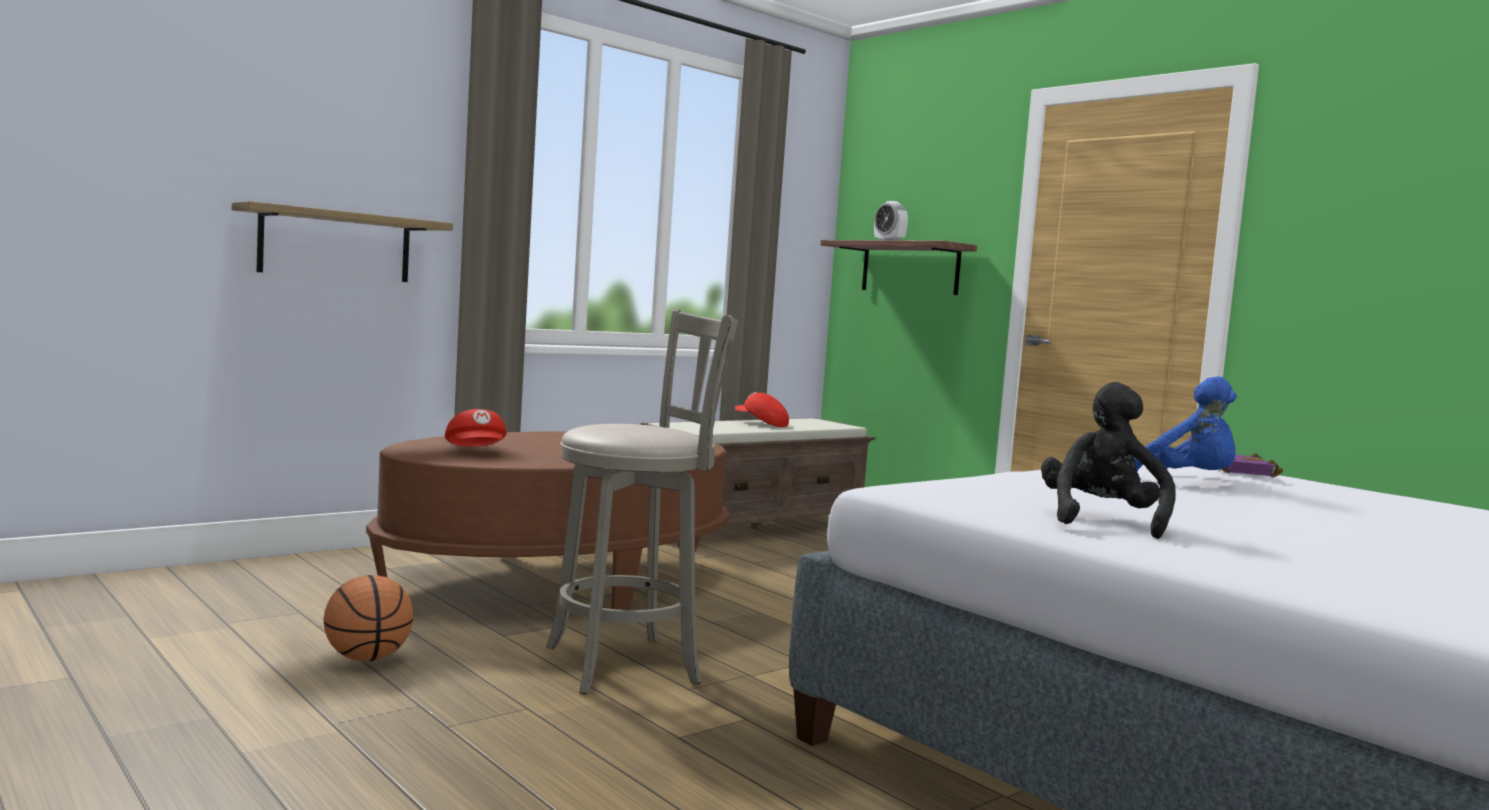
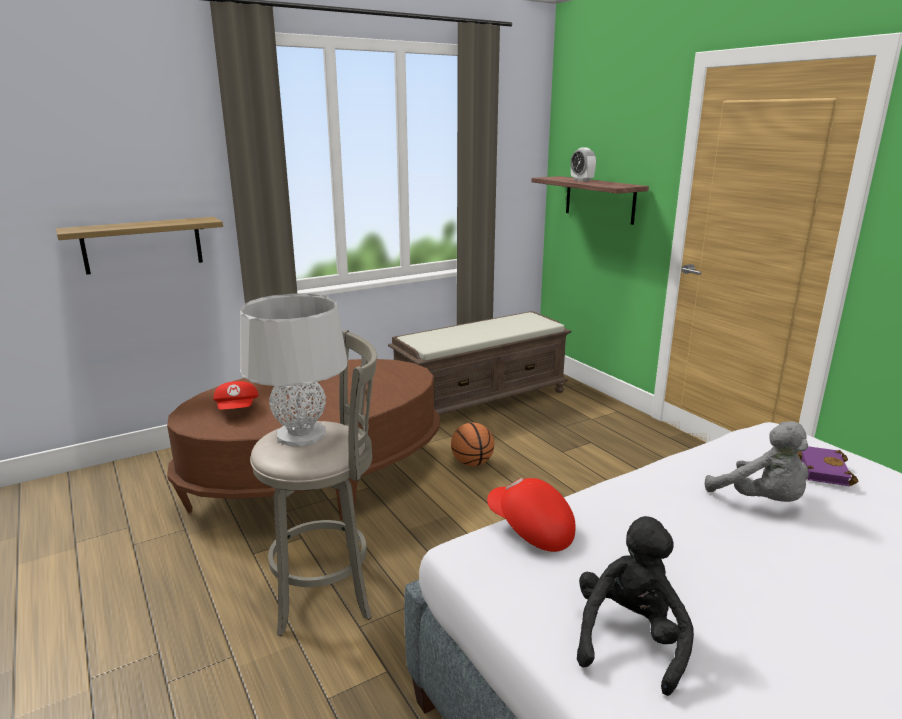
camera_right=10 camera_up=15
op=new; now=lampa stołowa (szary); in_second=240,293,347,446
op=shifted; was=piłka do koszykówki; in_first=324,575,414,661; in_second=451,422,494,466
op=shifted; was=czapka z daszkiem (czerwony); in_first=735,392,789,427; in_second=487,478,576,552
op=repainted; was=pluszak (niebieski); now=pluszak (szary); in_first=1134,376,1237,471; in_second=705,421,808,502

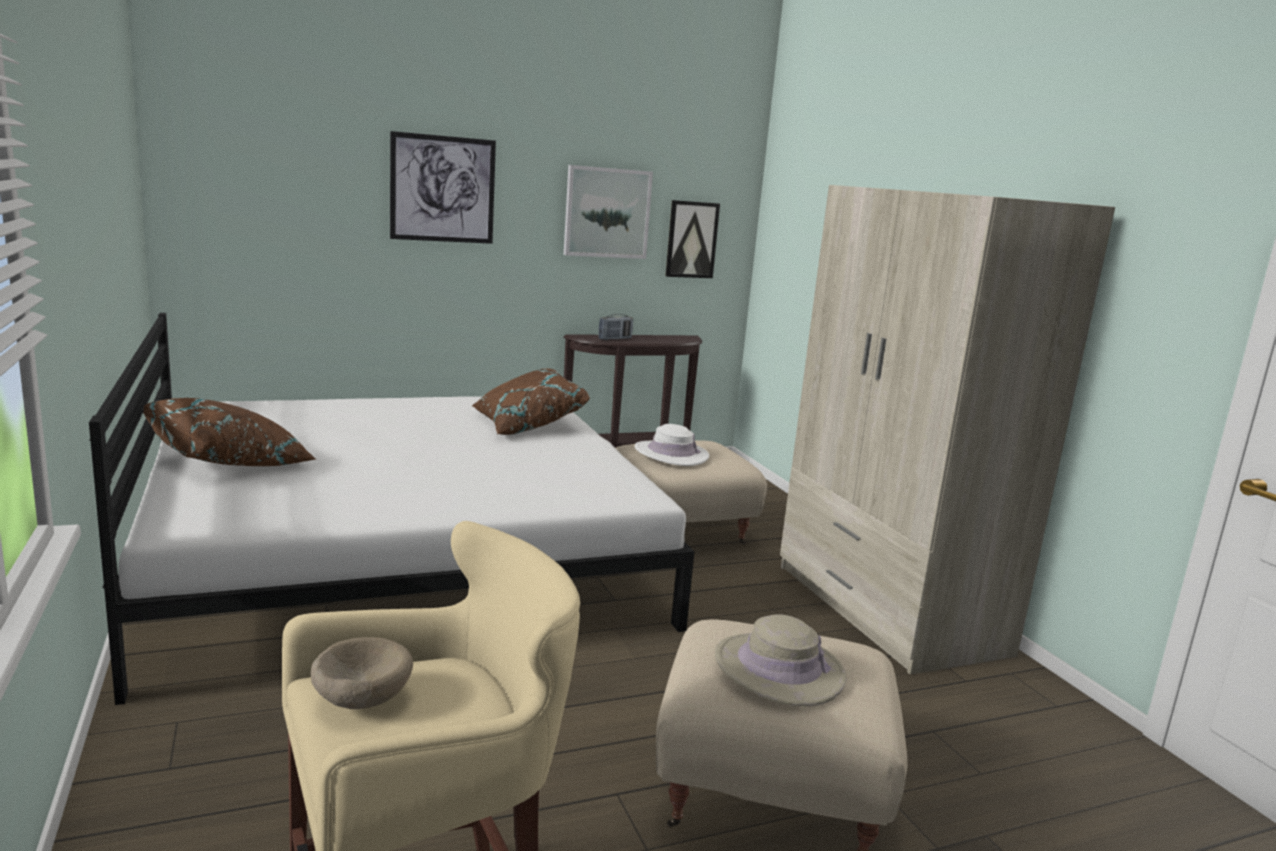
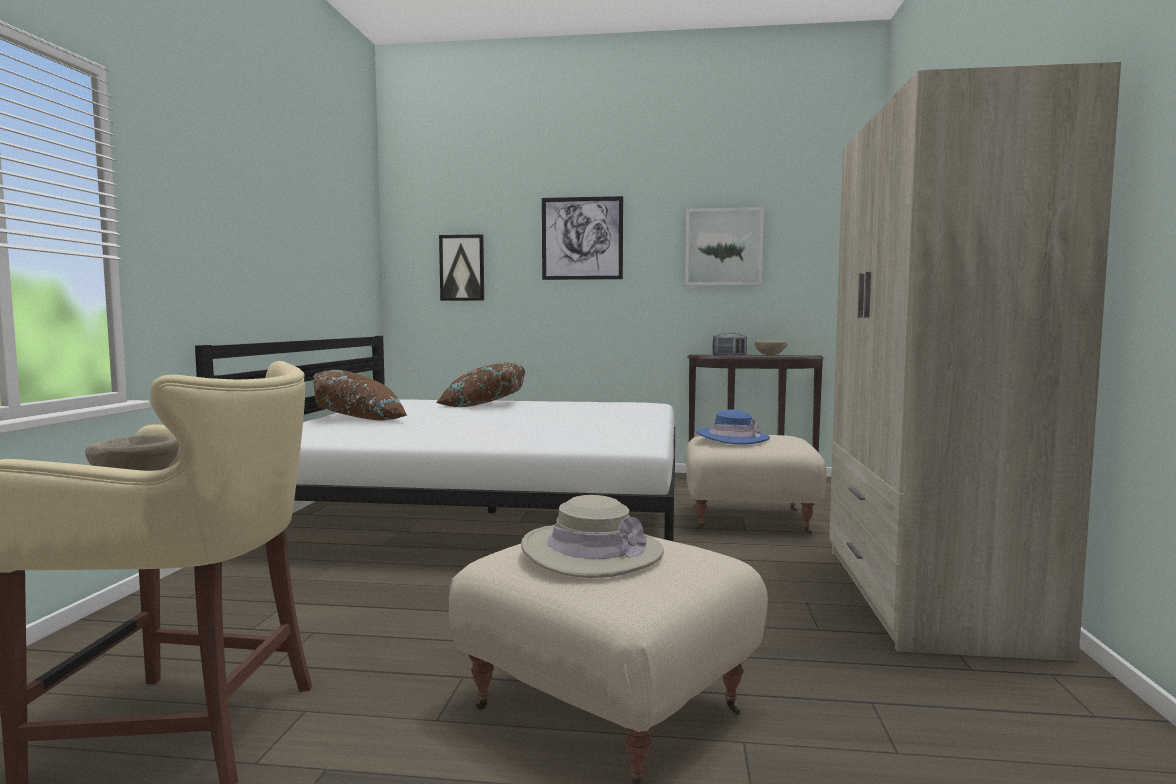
camera_right=30 camera_up=-10
op=new; now=miska (beżowy); in_second=755,340,788,356
op=shifted; was=poduszka (brązowy); in_first=472,369,590,435; in_second=436,362,525,407
op=shifted; was=obraz; in_first=665,200,720,278; in_second=439,234,484,301
op=repainted; was=kapelusz (biały); now=kapelusz (niebieski); in_first=635,424,709,466; in_second=696,410,770,445

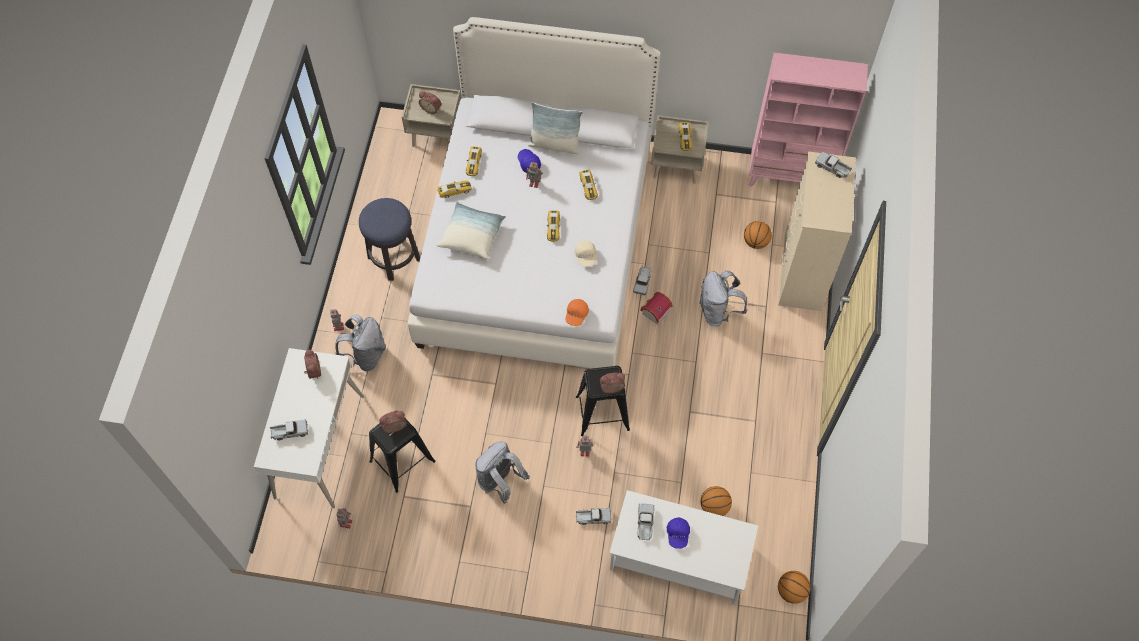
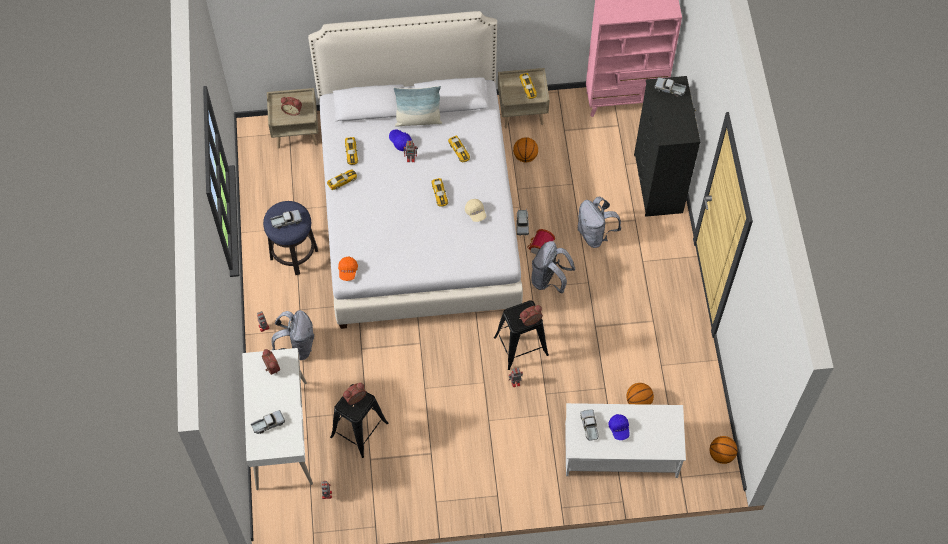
camera_right=-15 camera_up=0
op=gone; was=poduszka; in_first=436,202,506,260
op=shifted; was=plecak (szary); in_first=475,441,530,504; in_second=531,241,575,294
op=shifted; was=czapka z daszkiem (pomarańczowy); in_first=565,299,589,326; in_second=338,256,358,281
op=shifted; was=ciężarówka zabawkowa; in_first=576,508,611,525; in_second=270,210,302,229
op=shifted; was=piłka do koszykówki; in_first=744,221,772,249; in_second=513,137,538,162
op=repainted; was=komoda (beżowy); now=komoda (czarny); in_first=778,151,857,311; in_second=634,76,700,217

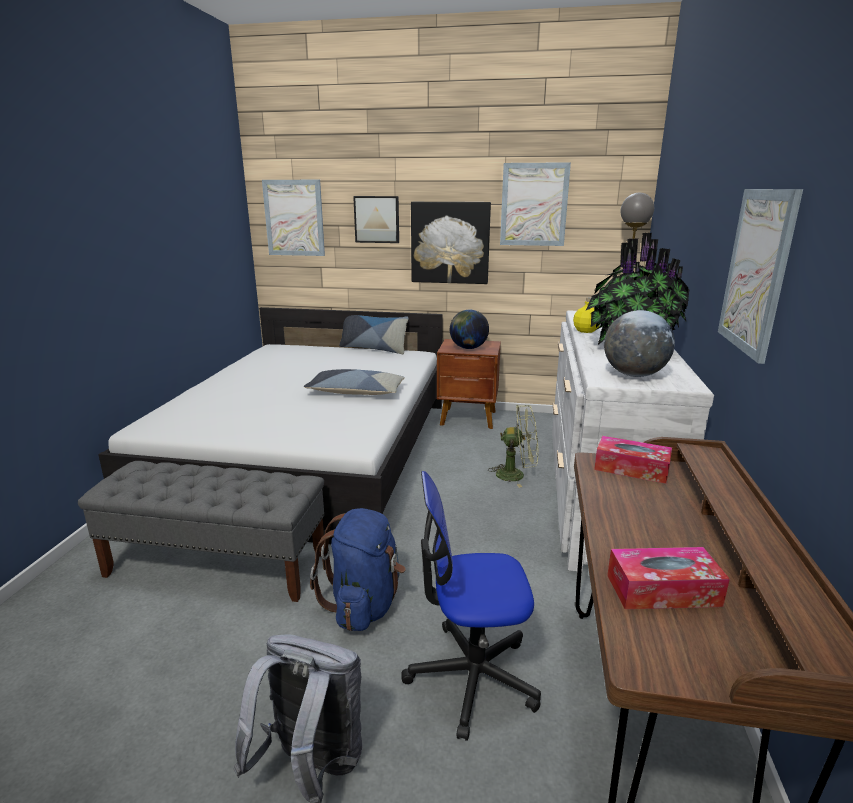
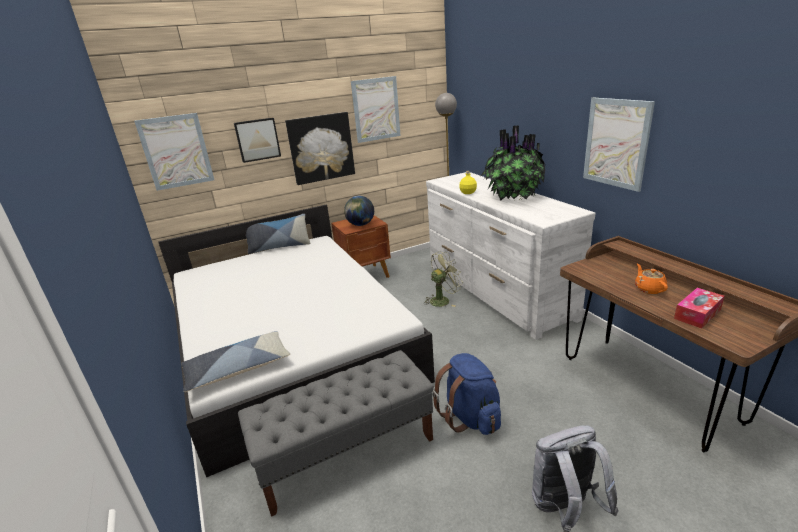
camera_right=-35 camera_up=5
op=gone; was=krzesło biurowe; in_first=401,471,541,741
op=gone; was=pudełko chusteczek; in_first=594,436,672,484
op=gone; was=globus; in_first=604,310,675,377
op=new; now=imbryk (pomarańczowy); in_second=635,264,668,294
op=shifted; was=poduszka; in_first=304,369,405,395; in_second=181,331,290,392

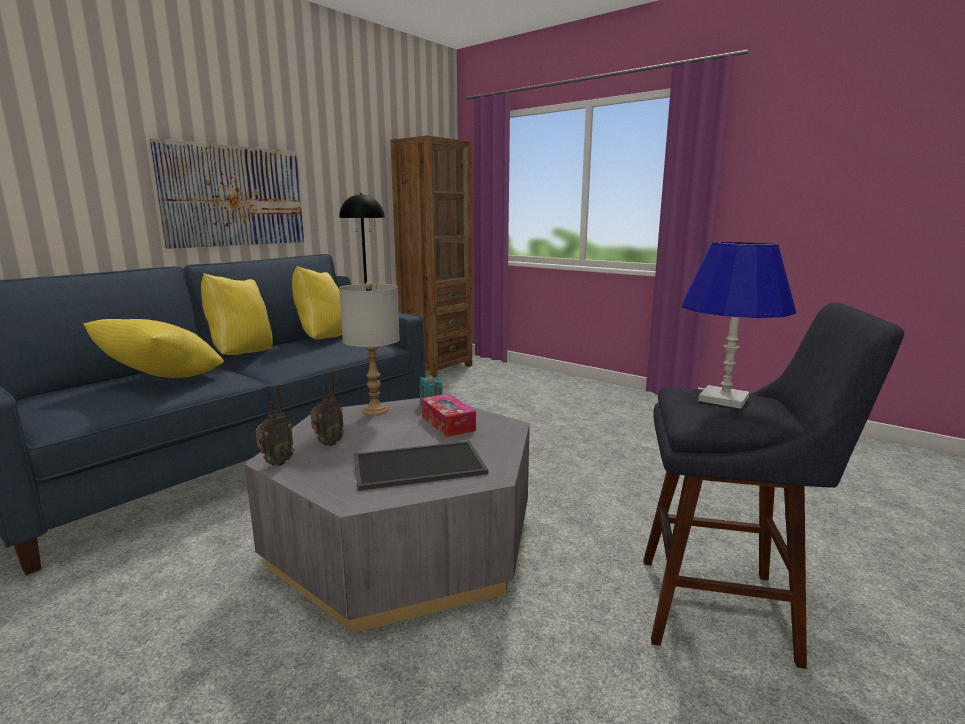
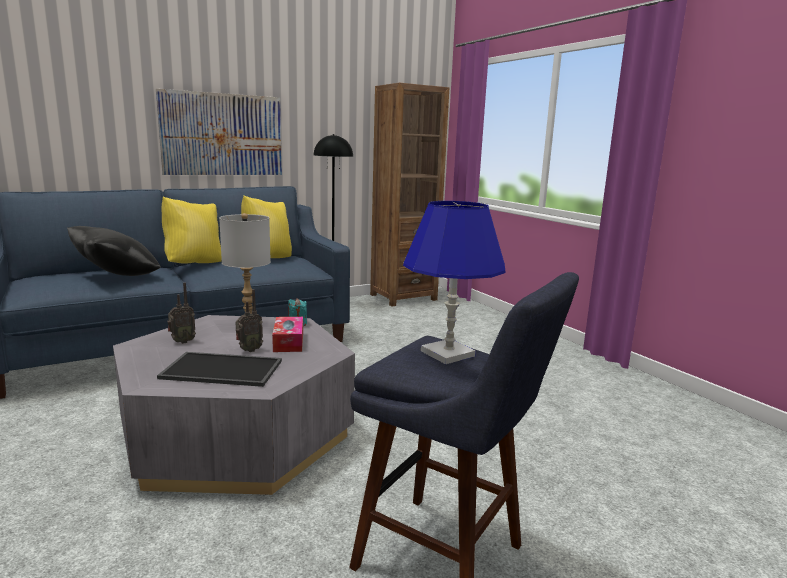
camera_right=20 camera_up=0
op=shifted; was=radio; in_first=256,384,294,466; in_second=235,289,263,352
op=repainted; was=poduszka (żółty); now=poduszka (czarny); in_first=83,319,224,378; in_second=67,226,161,276

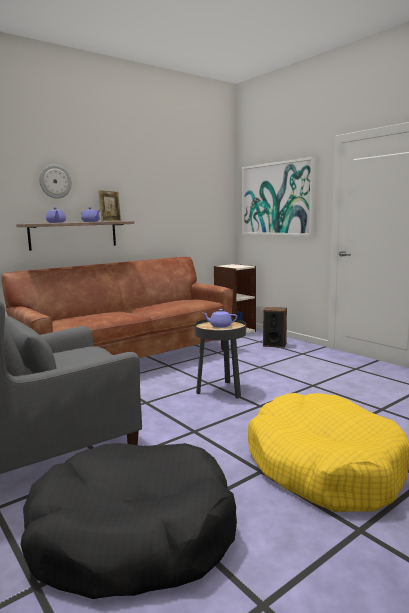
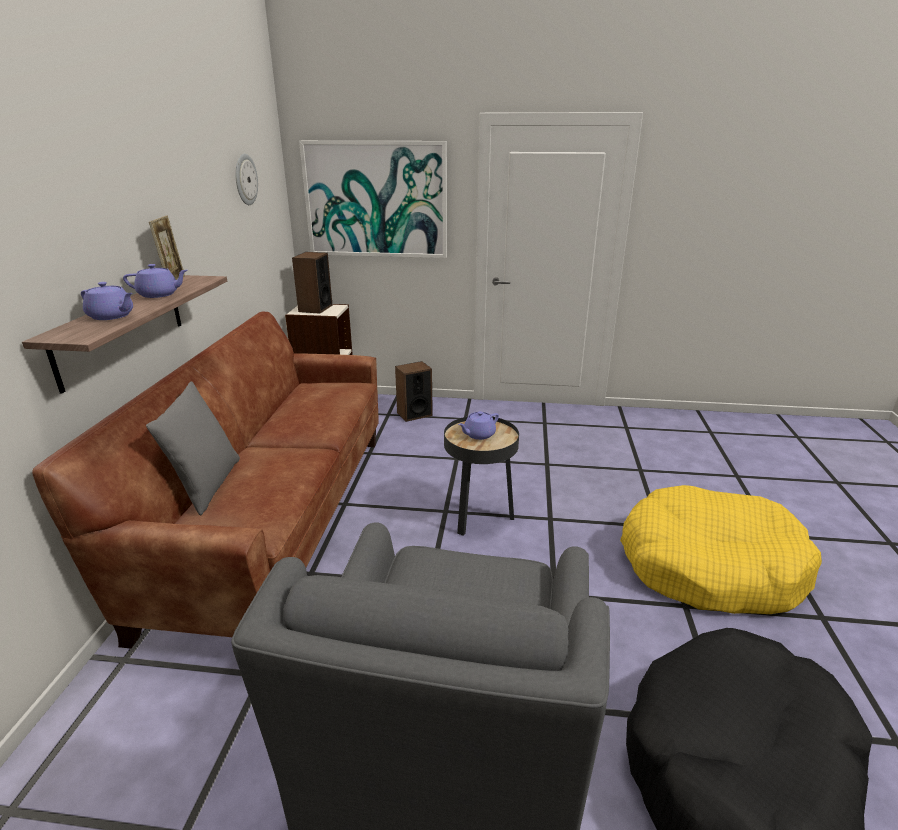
camera_right=-45 camera_up=15
op=new; now=poduszka (szary); in_second=146,381,240,515
op=new; now=głośnik; in_second=292,252,332,314
op=shifted; was=zegar ścienny; in_first=39,165,72,199; in_second=236,154,258,205

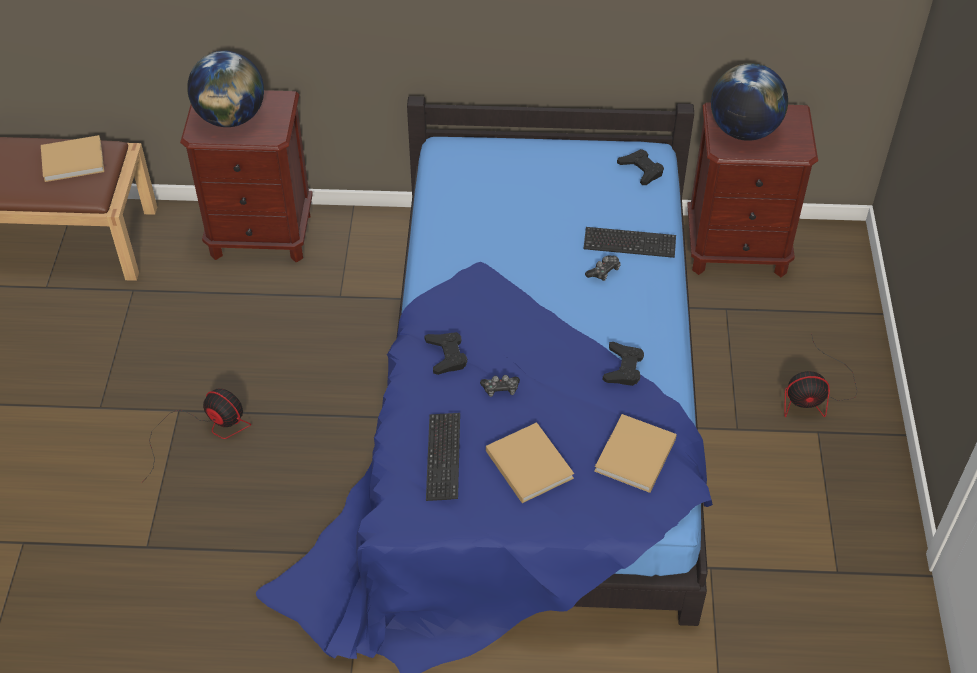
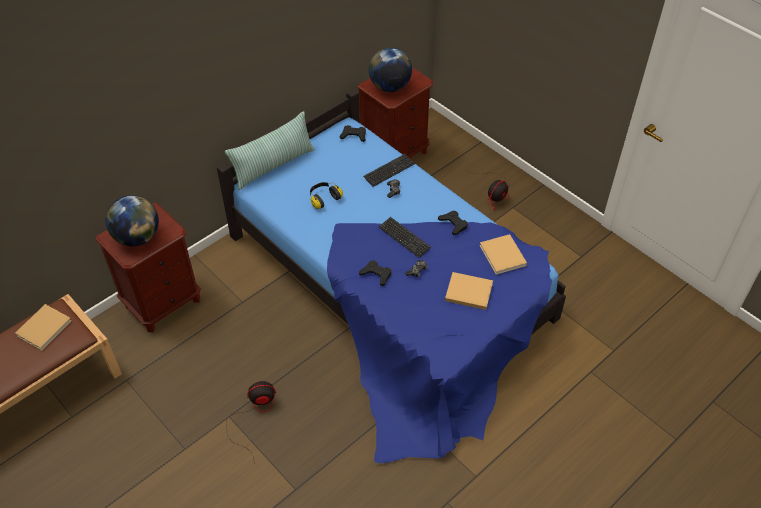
camera_right=-45 camera_up=0
op=new; now=poduszka; in_second=225,111,315,190
op=new; now=słuchawki; in_second=310,182,343,209
op=shifted; was=klawiatura; in_first=426,413,460,501; in_second=379,217,431,258

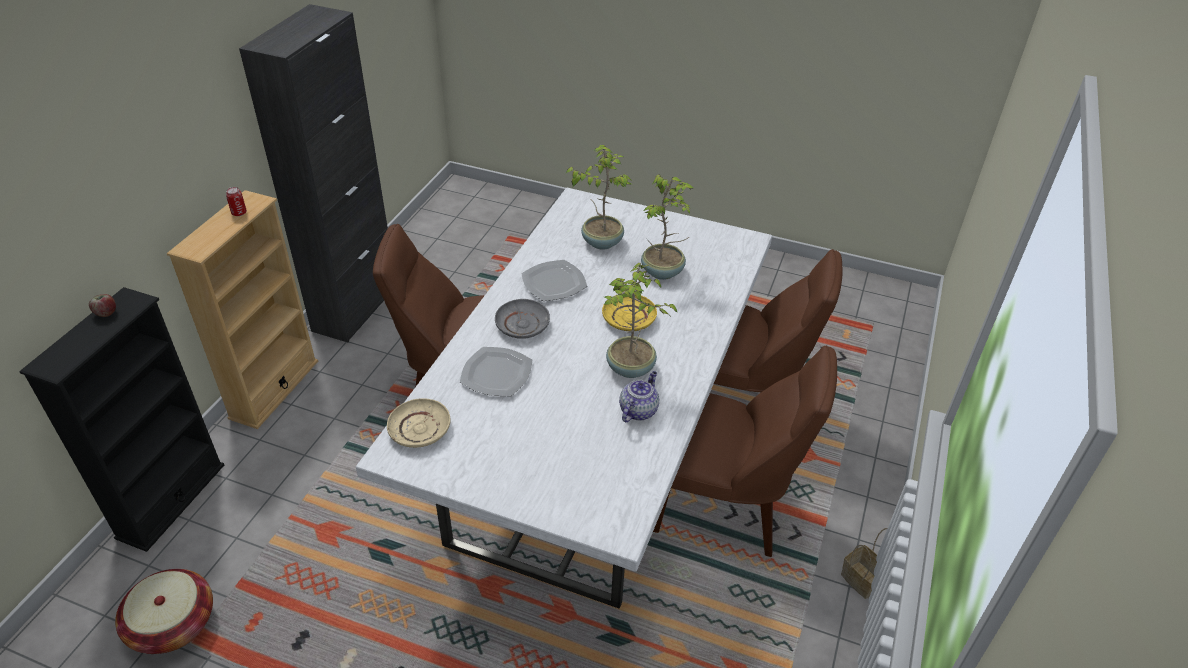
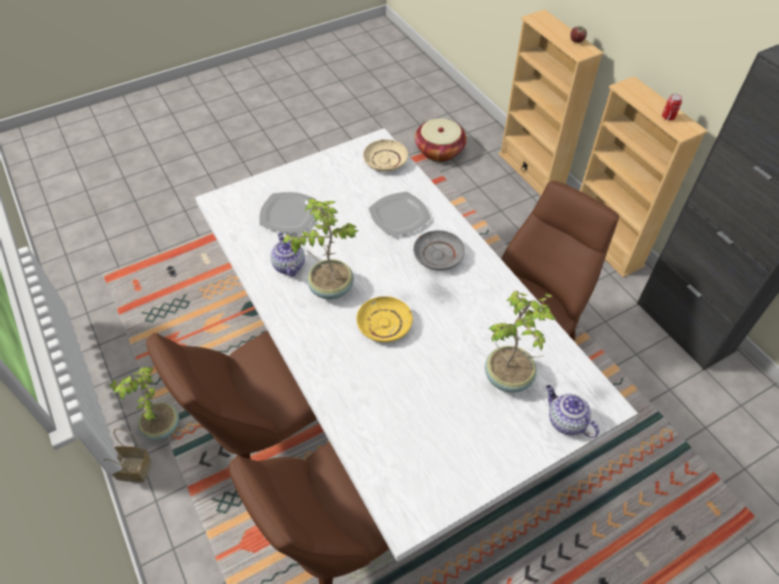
camera_right=130 camera_up=10
op=new; now=imbryk; in_second=546,385,599,438
op=shifted; was=talerz; in_first=521,260,587,301; in_second=259,192,316,233
op=shifted; was=roślina doniczkowa; in_first=641,174,694,280; in_second=109,367,179,440
op=repainted; was=regał (czarny); now=regał (beżowy); in_first=19,287,224,552; in_second=499,9,604,195

